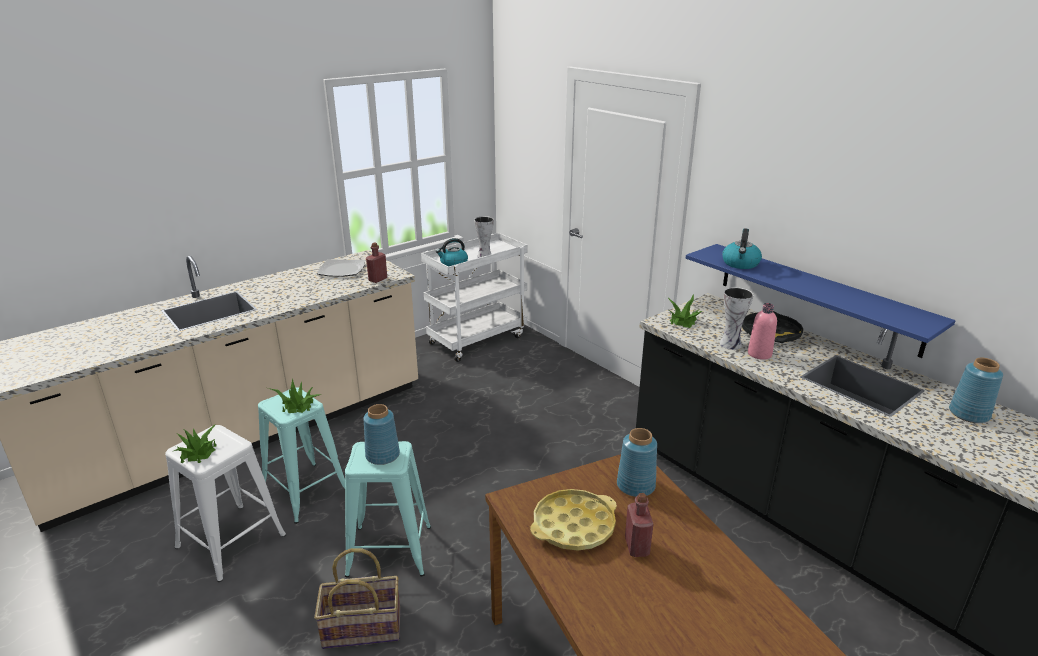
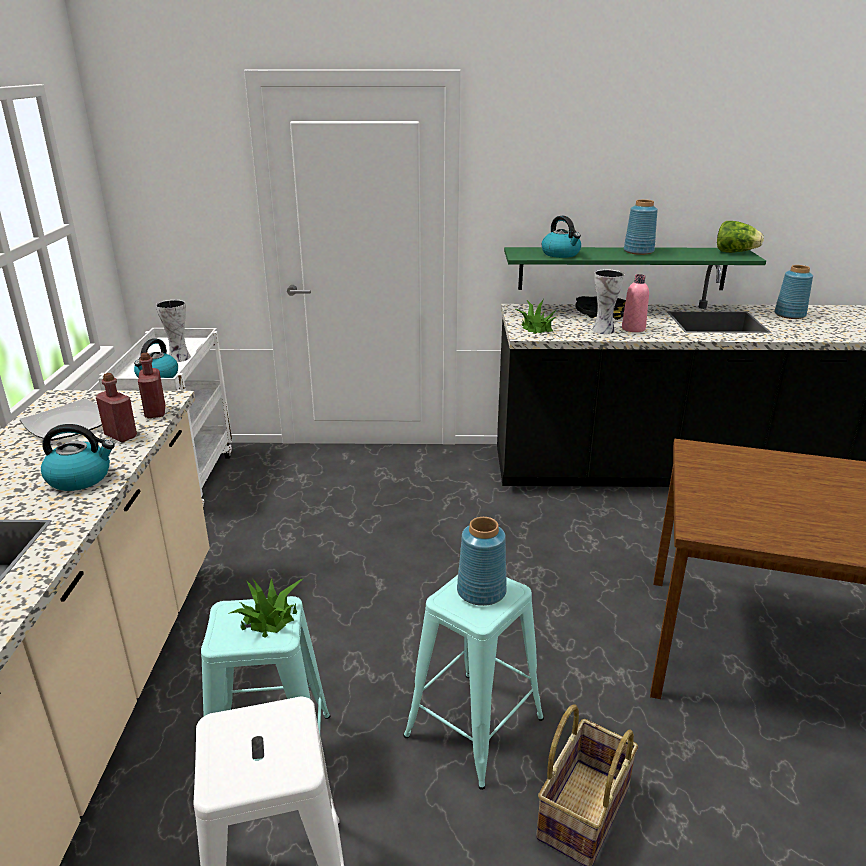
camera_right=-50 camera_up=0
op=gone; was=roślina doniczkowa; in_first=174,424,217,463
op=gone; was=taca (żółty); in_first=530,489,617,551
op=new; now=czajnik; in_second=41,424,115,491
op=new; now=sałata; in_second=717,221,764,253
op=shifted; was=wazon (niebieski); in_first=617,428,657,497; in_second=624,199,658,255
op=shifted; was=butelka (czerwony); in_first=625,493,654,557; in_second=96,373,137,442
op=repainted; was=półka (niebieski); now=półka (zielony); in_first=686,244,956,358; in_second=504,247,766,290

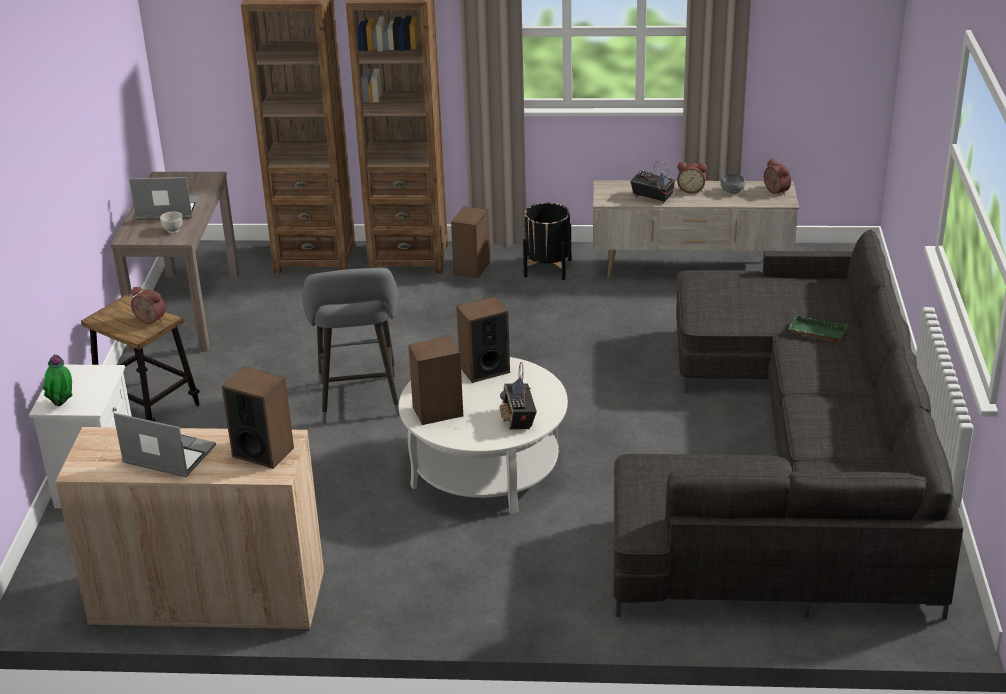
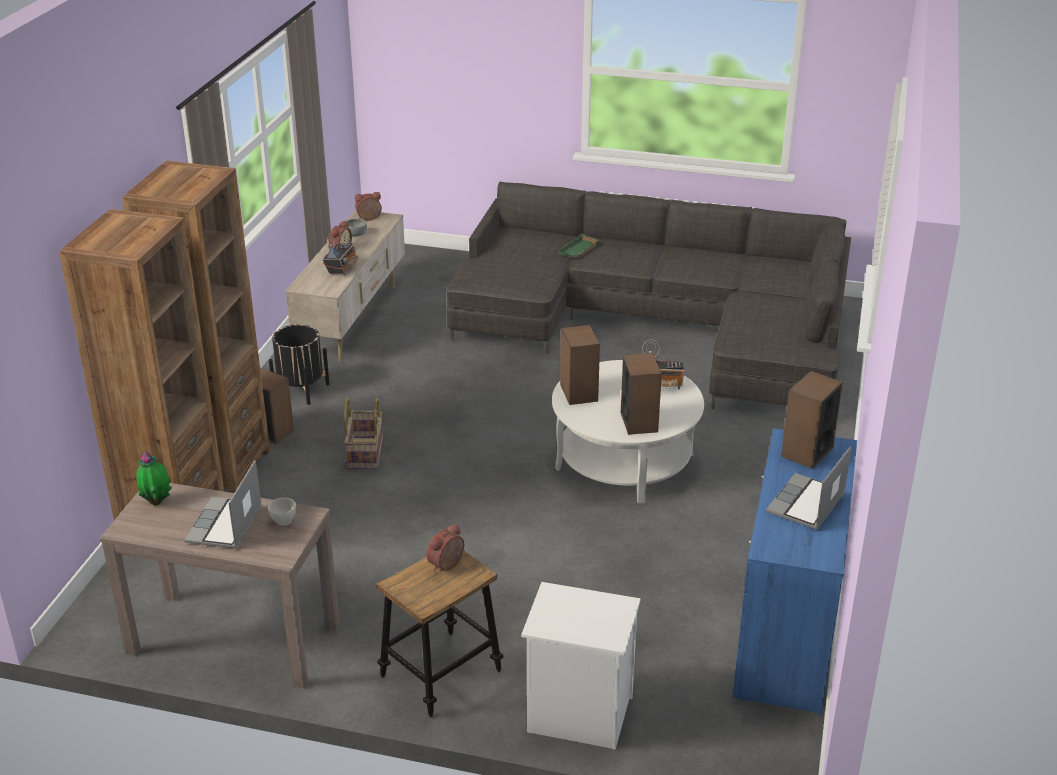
camera_right=-80 camera_up=0
op=gone; was=stołek (szary); in_first=302,268,400,424
op=new; now=koszyk; in_second=344,398,383,469
op=shifted; was=roślina doniczkowa; in_first=42,355,73,406; in_second=137,452,172,505
op=repainted; was=szafka (beżowy); now=szafka (niebieski); in_first=55,427,324,631; in_second=733,428,857,716
op=rotated; was=radio; in_first=630,161,675,204; in_second=323,233,359,275; clockwise=150

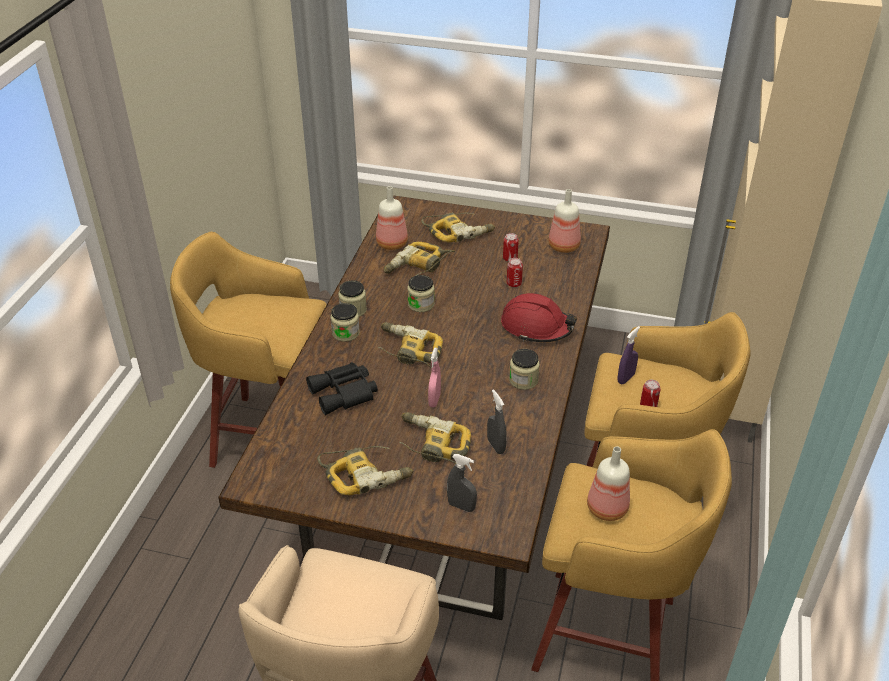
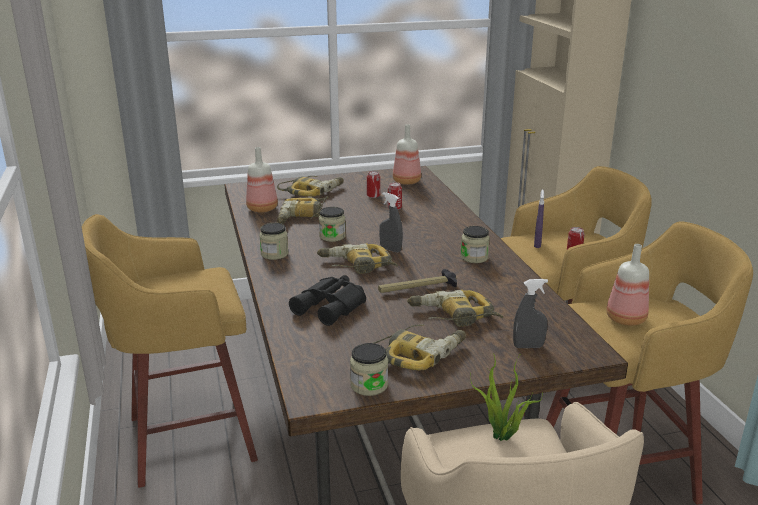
camera_right=-30 camera_up=-15
op=gone; was=kask (czerwony); in_first=501,293,577,342
op=new; now=roślina doniczkowa; in_second=470,353,543,441
op=shifted; was=słoik; in_first=330,303,360,342; in_second=350,343,388,396
op=shifted; was=spryskiwacz (szary); in_first=487,389,507,454; in_second=379,192,403,253
op=swapped; was=spryskiwacz (różowy); now=młotek; in_first=428,348,441,407; in_second=378,269,457,293

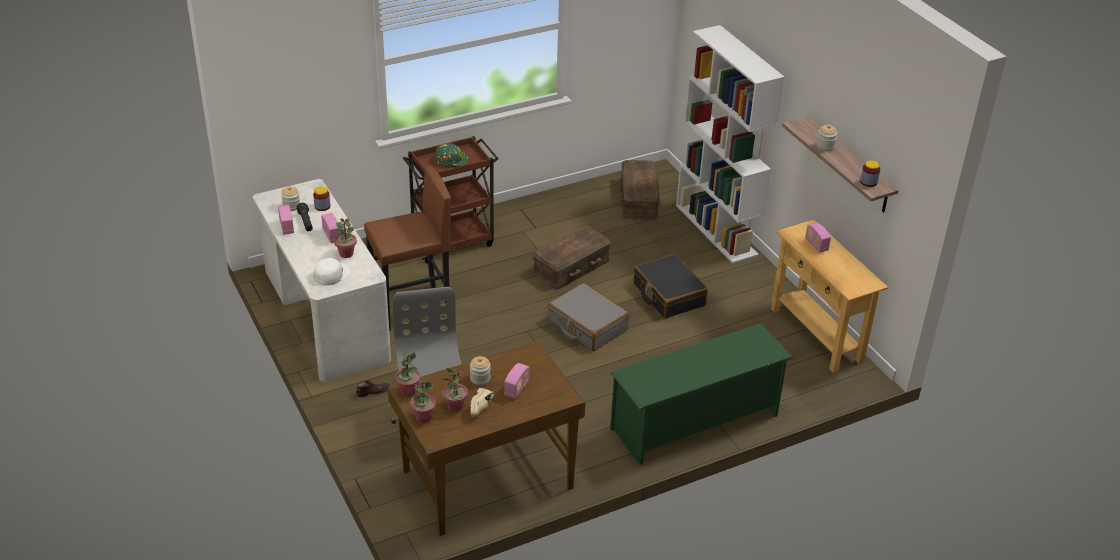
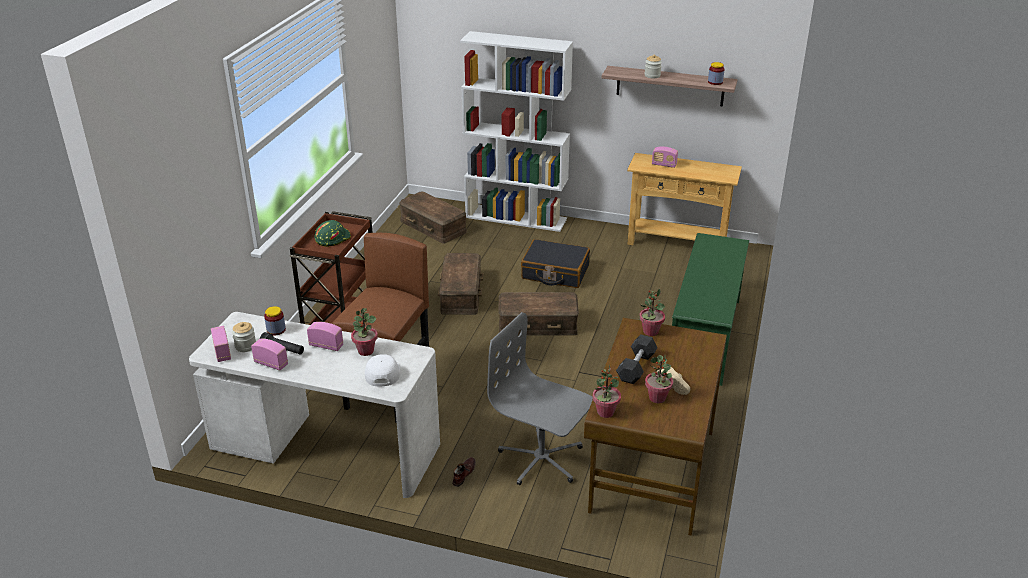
camera_right=-45 camera_up=-5
op=shifted; was=roślina doniczkowa; in_first=410,378,436,423; in_second=639,288,665,336
op=shifted; was=radio; in_first=504,363,529,399; in_second=211,326,231,362
op=swapped; was=słoik; now=hantel (czarny); in_first=470,356,490,385; in_second=616,334,658,384
op=swapped; was=walizka (szary); now=pojemnik do przechowywania (brązowy); in_first=548,283,629,351; in_second=498,292,579,336

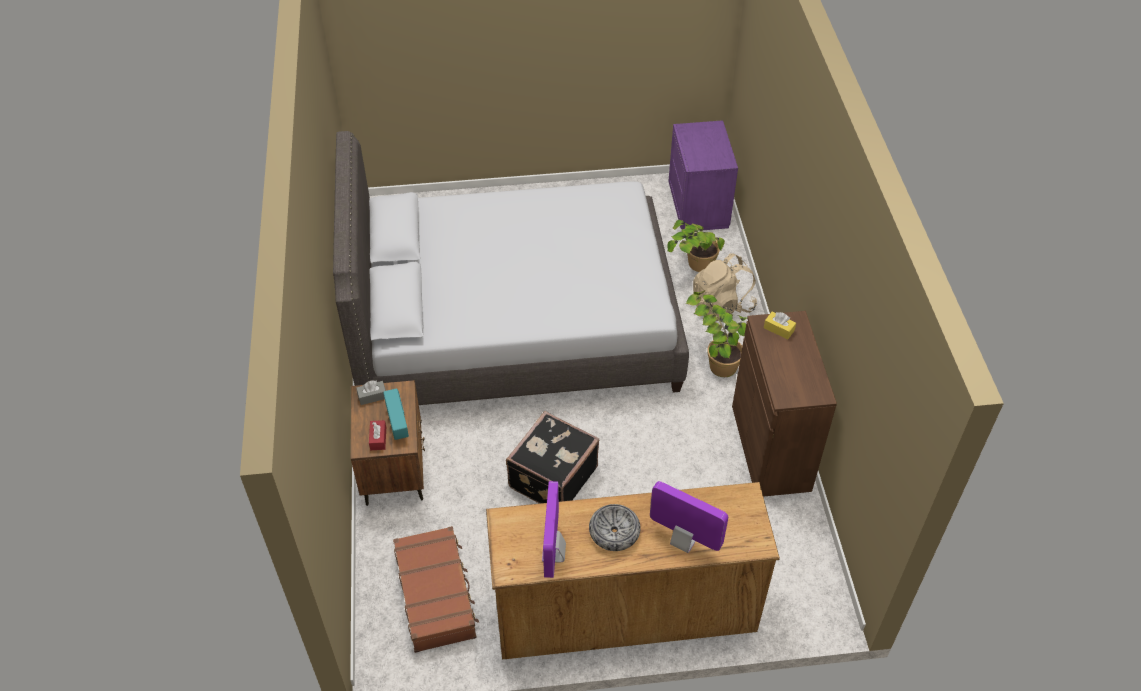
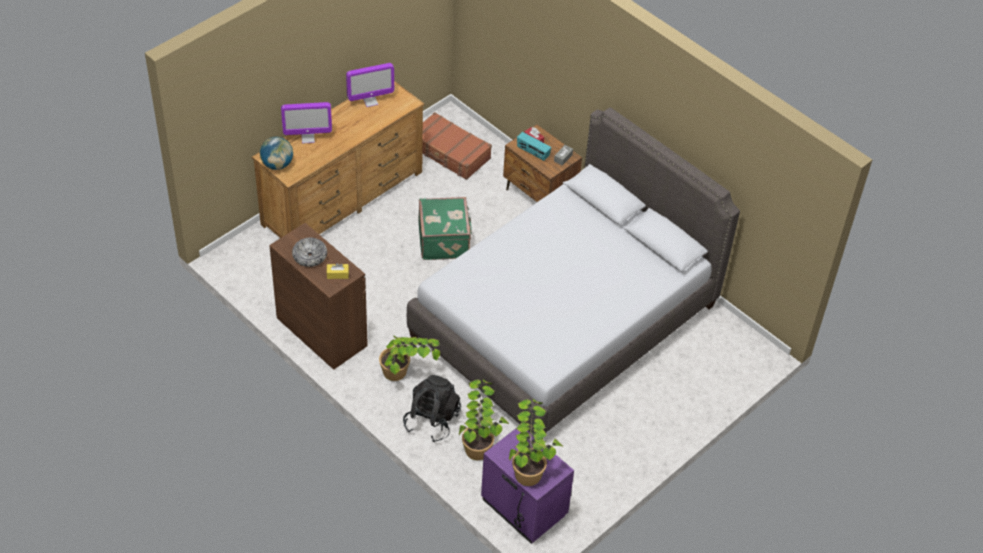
camera_right=140 camera_up=0
op=new; now=globus; in_second=260,137,293,170
op=new; now=roślina doniczkowa; in_second=509,399,562,486
op=shifted; was=miska; in_first=589,504,641,551; in_second=292,238,327,267
op=repainted; was=walizka (czarny); now=walizka (zielony); in_first=506,411,599,504; in_second=418,197,472,260
op=repainted; was=plecak (beżowy); now=plecak (czarny); in_first=693,253,757,321; in_second=403,375,461,442
op=rotated; was=monitor; in_first=542,481,566,578; in_second=346,63,394,107; clockwise=105

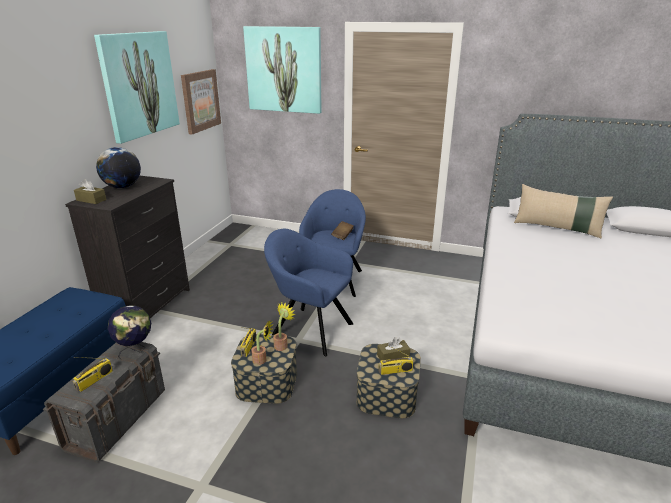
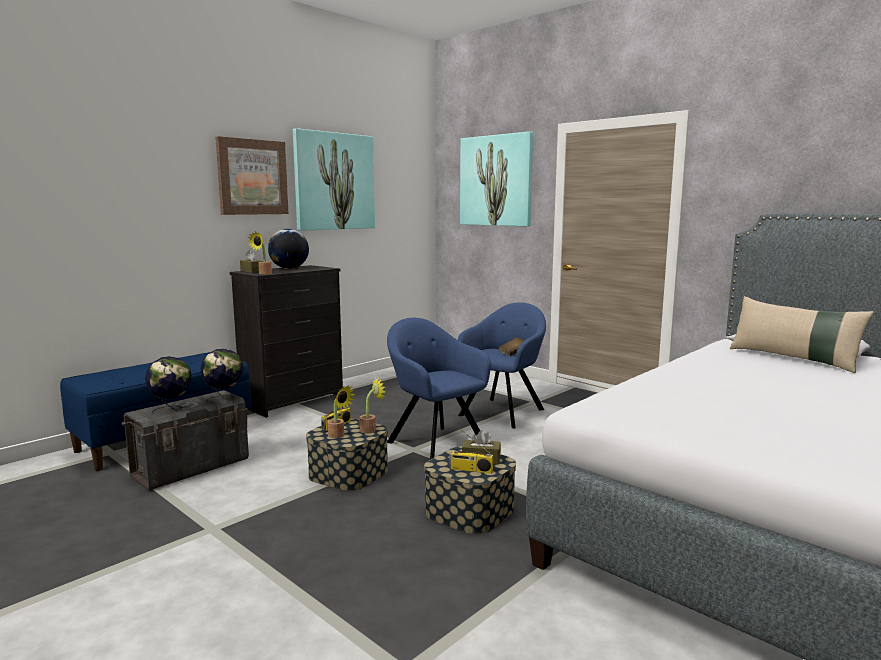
camera_right=25 camera_up=-15
op=new; now=roślina doniczkowa; in_second=248,232,272,274
op=shifted; was=obraz; in_first=181,69,221,134; in_second=215,136,289,215
op=swapped; was=radio; now=globus; in_first=73,357,113,392; in_second=145,356,192,414

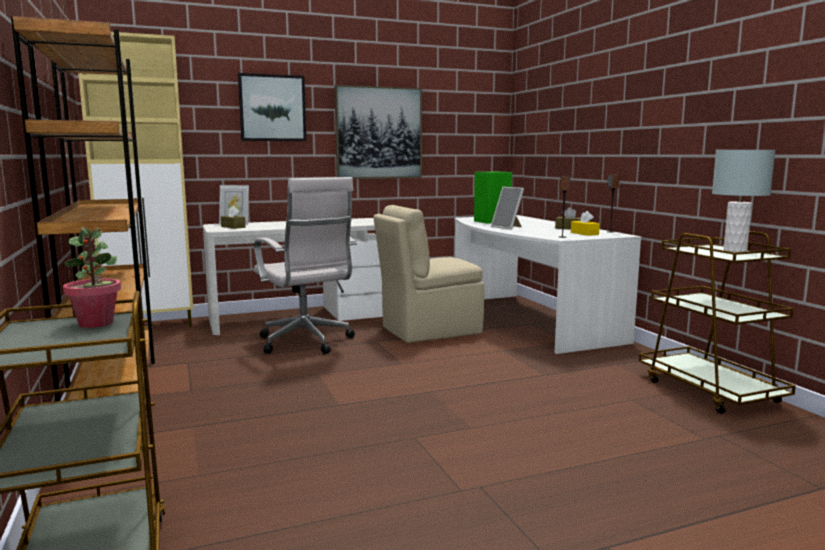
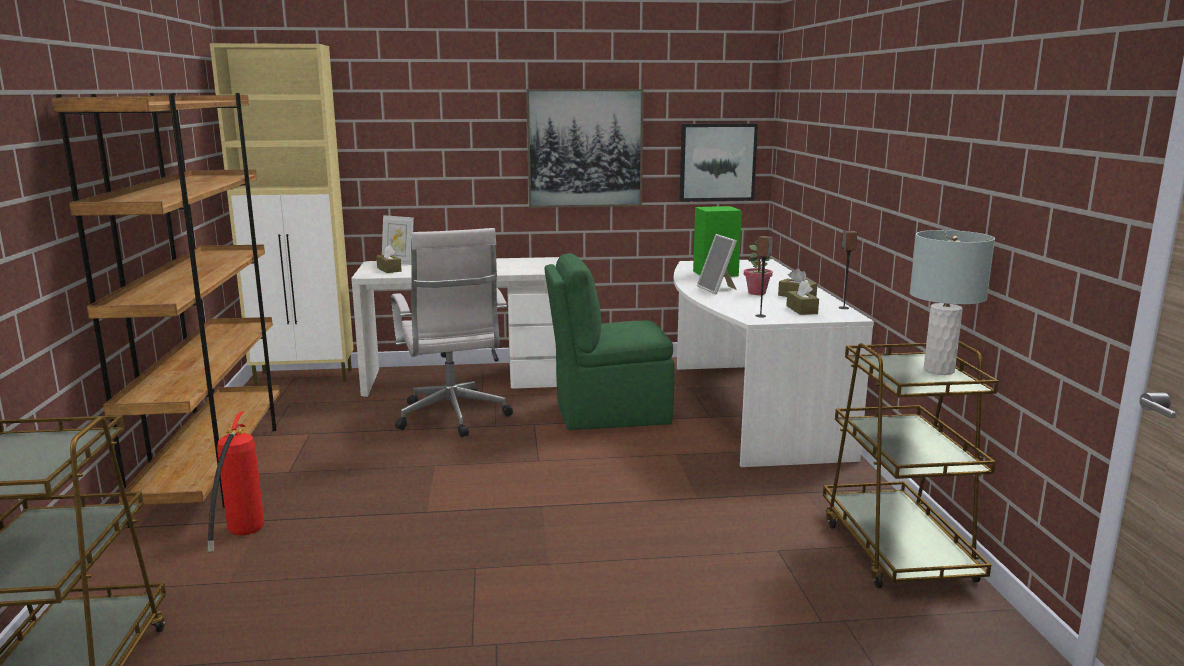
camera_right=15 camera_up=5
op=new; now=gaśnica; in_second=208,411,264,552
op=shifted; was=roślina doniczkowa; in_first=63,227,121,328; in_second=744,240,773,295
op=shifted; was=obraz; in_first=238,73,306,141; in_second=680,123,758,201
op=repainted; was=krzesło (beżowy); now=krzesło (zielony); in_first=373,205,484,343; in_second=544,253,674,430
op=repainted; was=pudełko chusteczek (żółty); now=pudełko chusteczek (brązowy); in_first=571,211,600,236; in_second=786,280,819,315

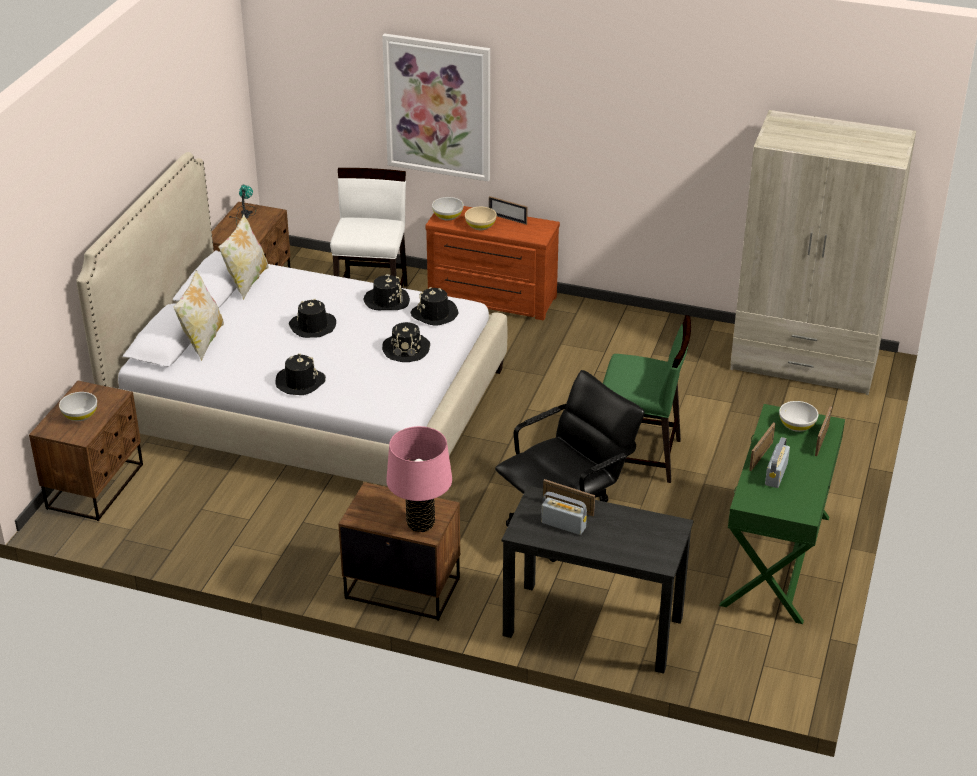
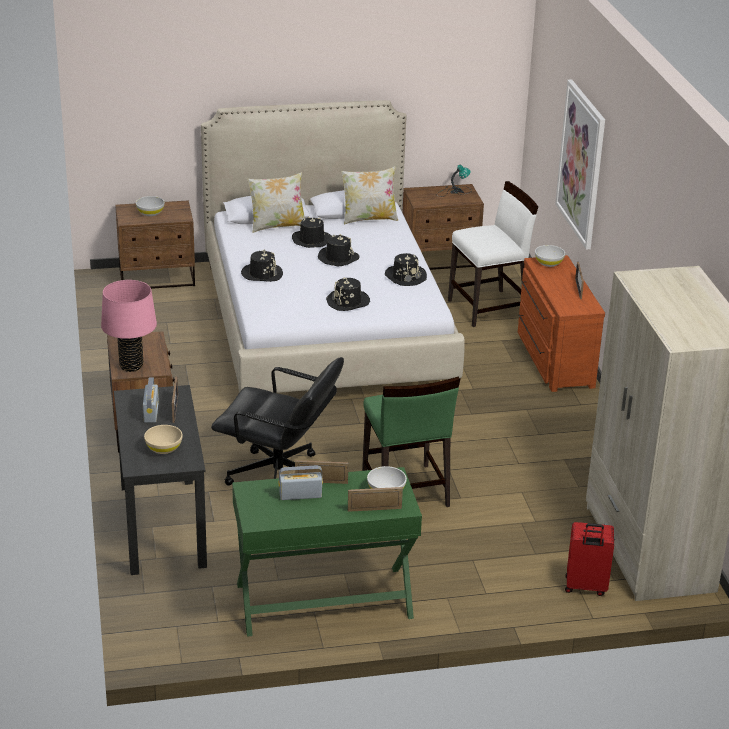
camera_right=60 camera_up=-5
op=new; now=walizka (czerwony); in_second=565,522,614,596
op=shifted; was=kapelusz (czarny); in_first=411,287,458,326; in_second=292,216,331,248
op=shifted; was=miska (beżowy); in_first=465,207,497,230; in_second=144,425,183,454

